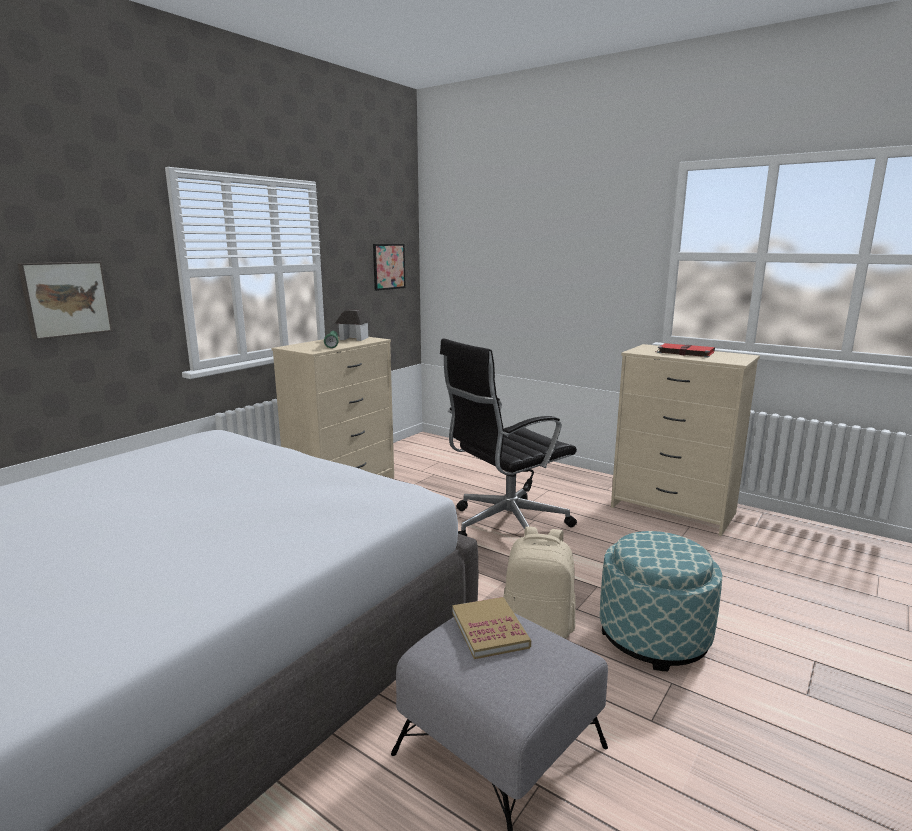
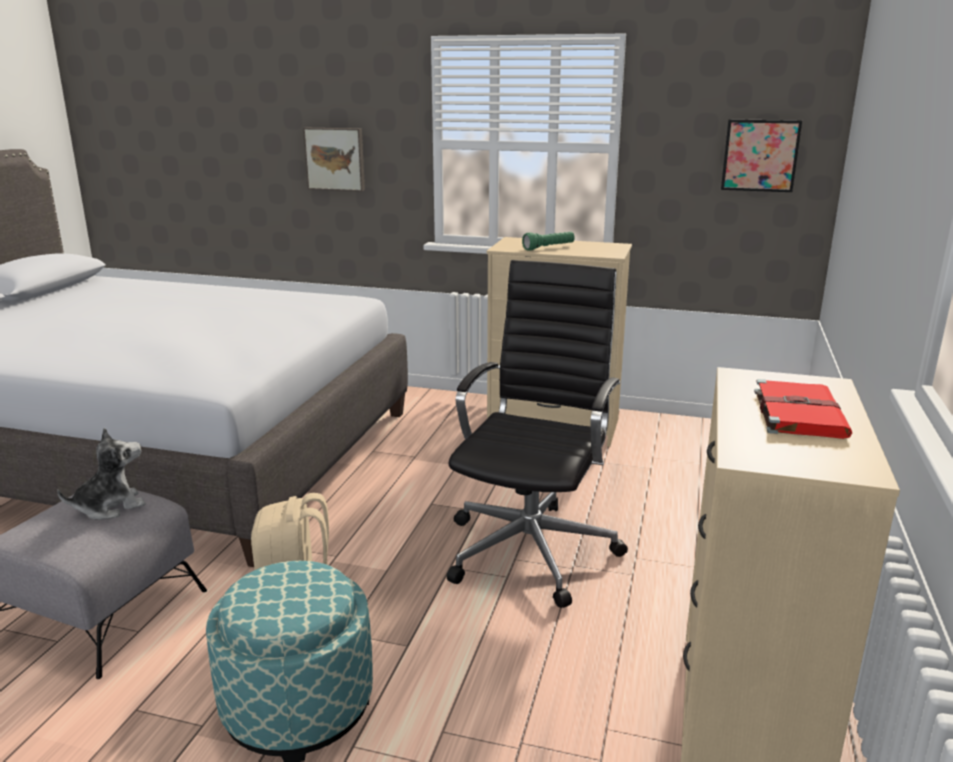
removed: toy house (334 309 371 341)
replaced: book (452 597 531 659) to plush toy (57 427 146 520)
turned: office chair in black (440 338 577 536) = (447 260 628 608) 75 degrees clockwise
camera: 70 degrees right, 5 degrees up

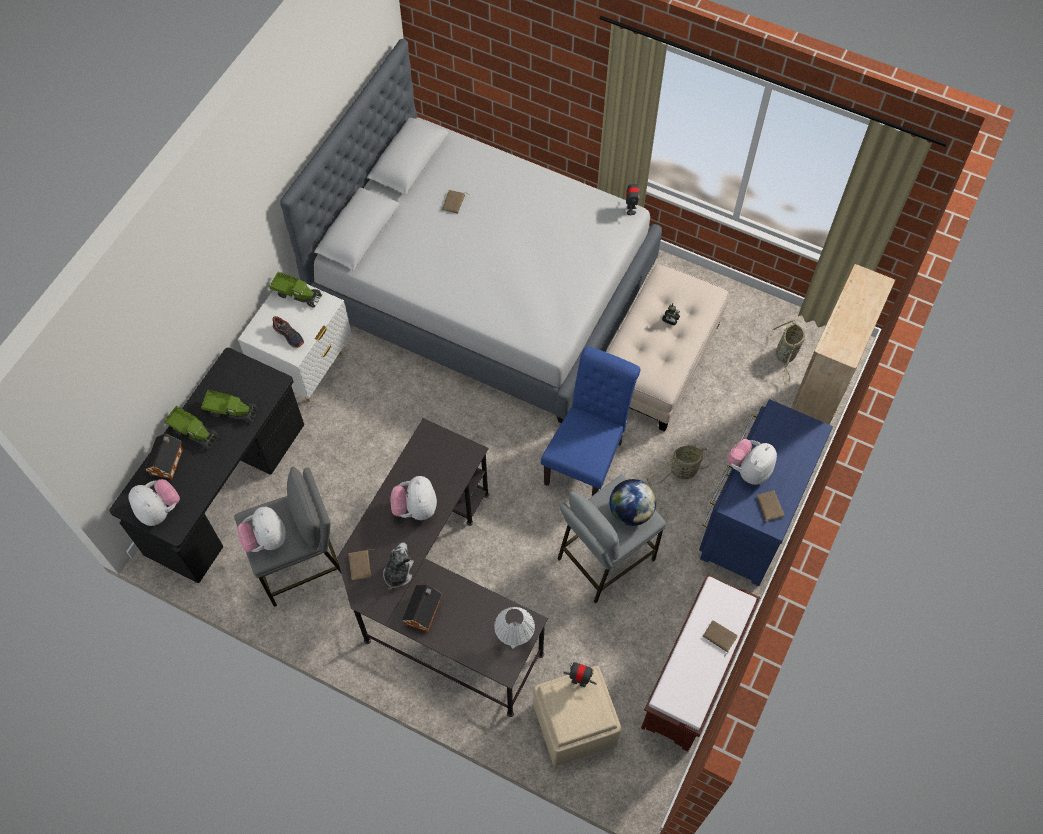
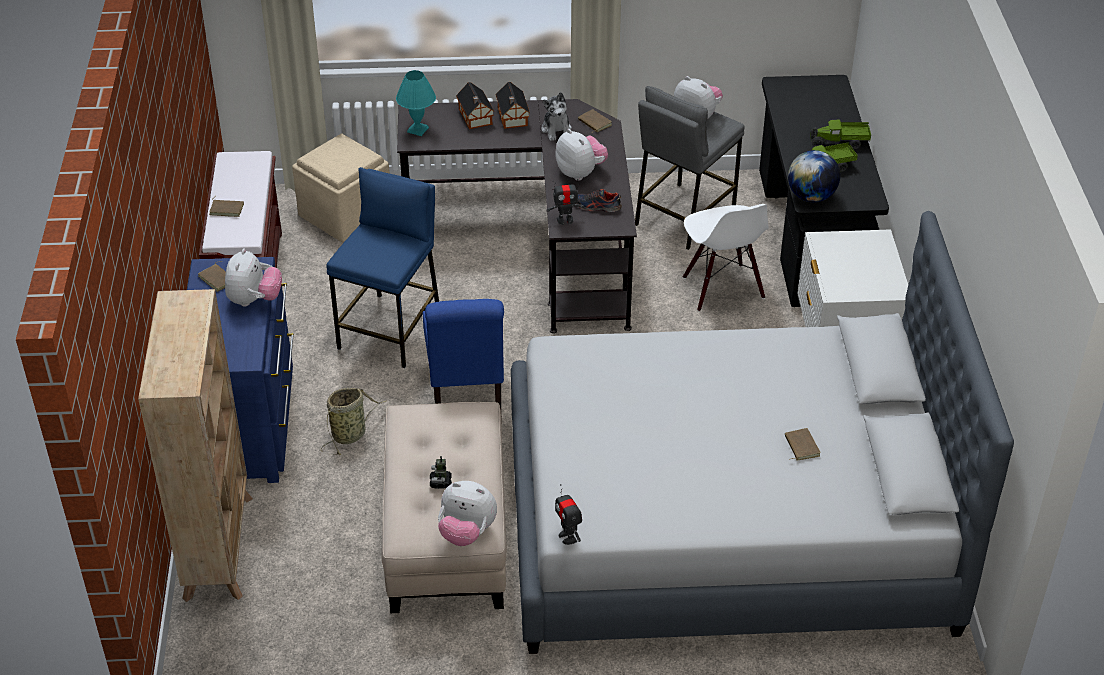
removed: toy truck (269 272 322 307); basket (772 319 805 385)
added: chair in white (683 204 769 311)
moved: shoe (272 316 304 348) to (576 189 622 212); toy house (144 434 183 479) to (456 82 495 129); plush toy (128 479 180 526) to (438 481 497 546); globe (610 479 656 526) to (788 150 840 202); toy robot (563 662 597 687) to (546 179 584 225)
recoloured: stool in grey (558 474 666 604) to stool in blue (326 167 439 368); table lamp in white (494 607 535 649) to table lamp in turquoise (396 70 436 136)
camera: 150 degrees right, 20 degrees down

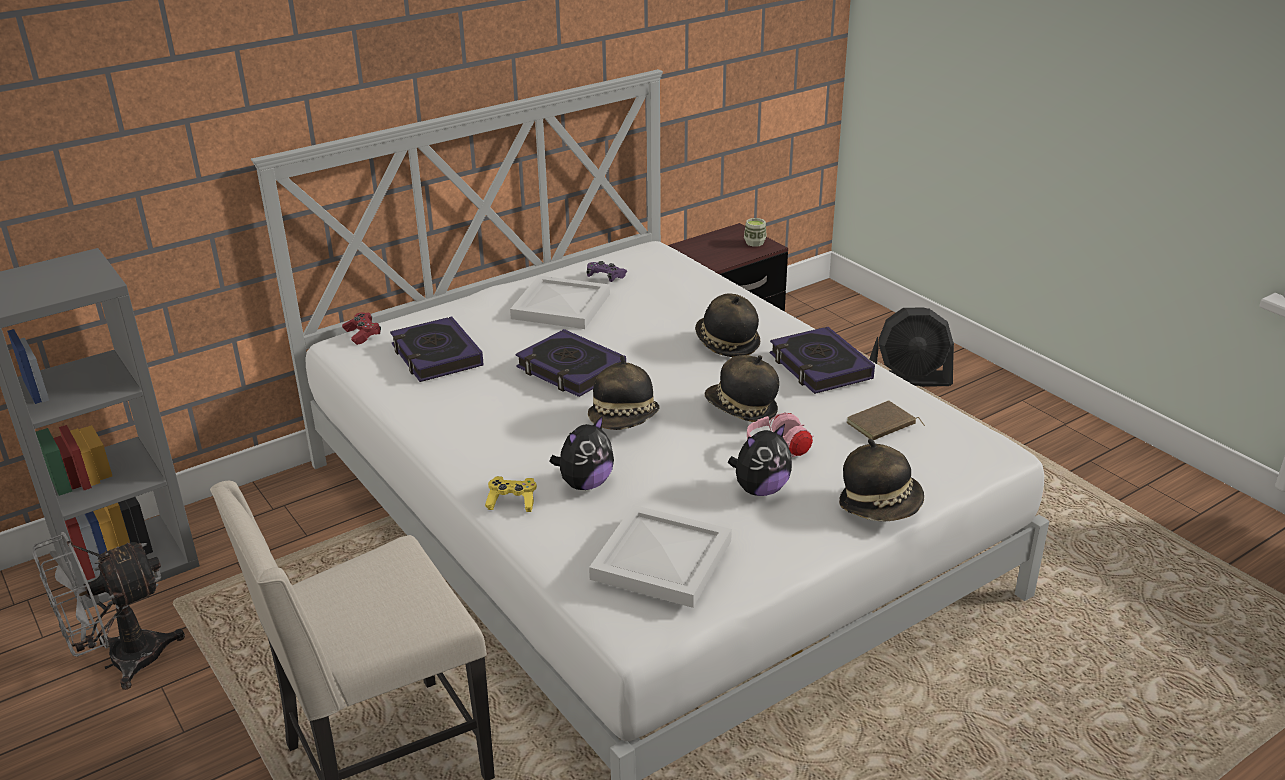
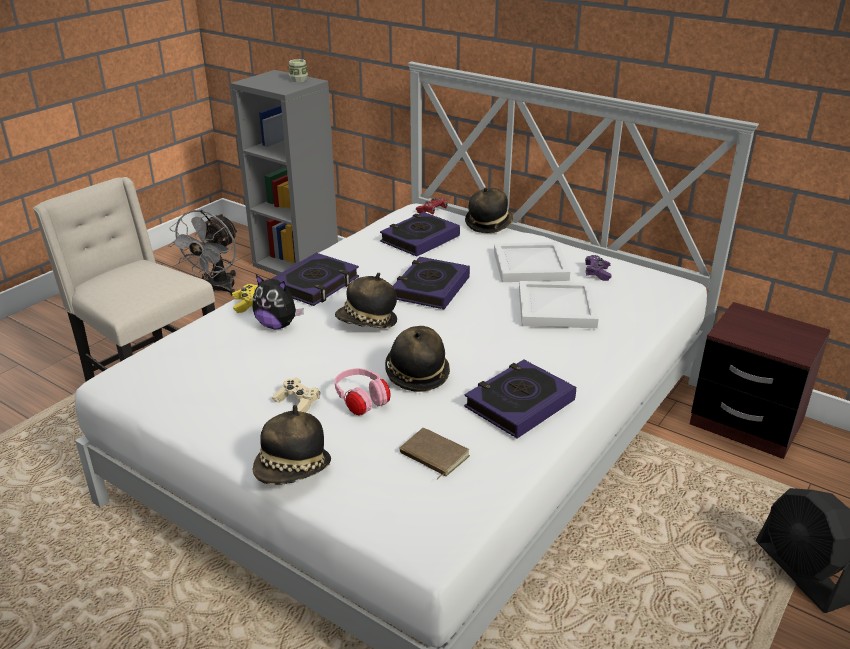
added: book (271 253 359 306)
moved: cup (744 218 767 247) to (289 59 308 82); hat (695 293 760 357) to (465 187 513 233); tray in white (589 505 732 608) to (519 281 599 328)
replaced: plush toy (728 424 792 496) to game controller in beige (272 378 320 413)
turned: fan in grey (32 532 185 690) = (168 210 238 296) 105 degrees counterclockwise
camera: 70 degrees right, 0 degrees up

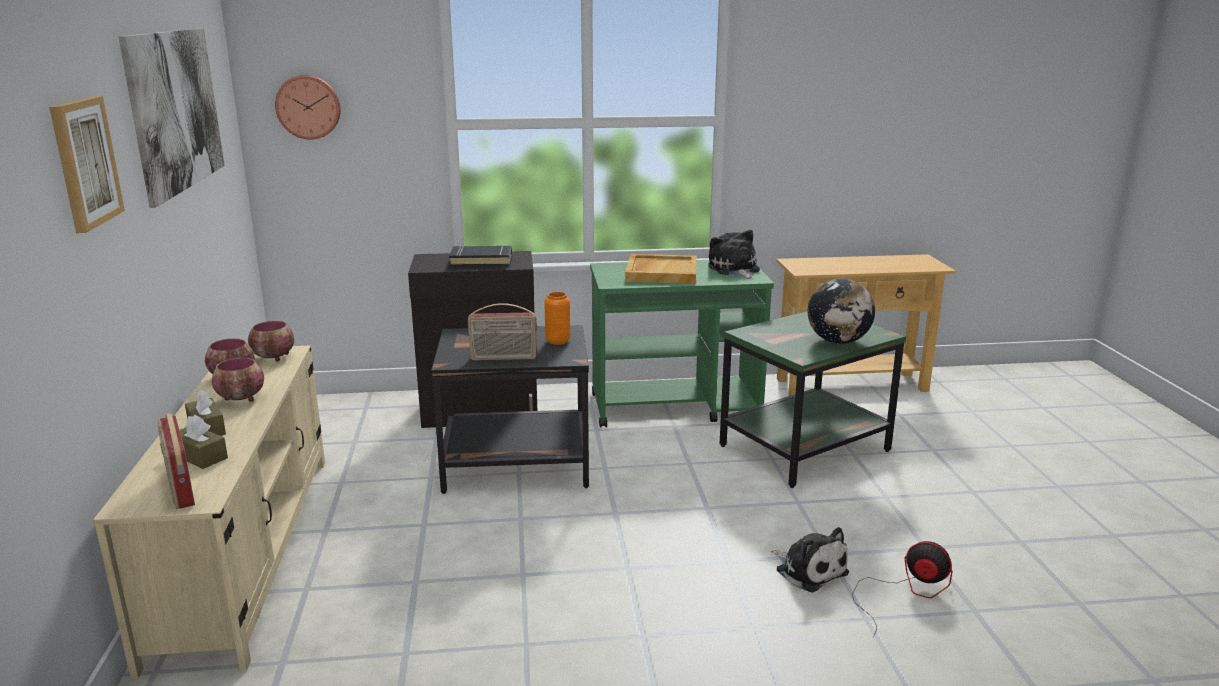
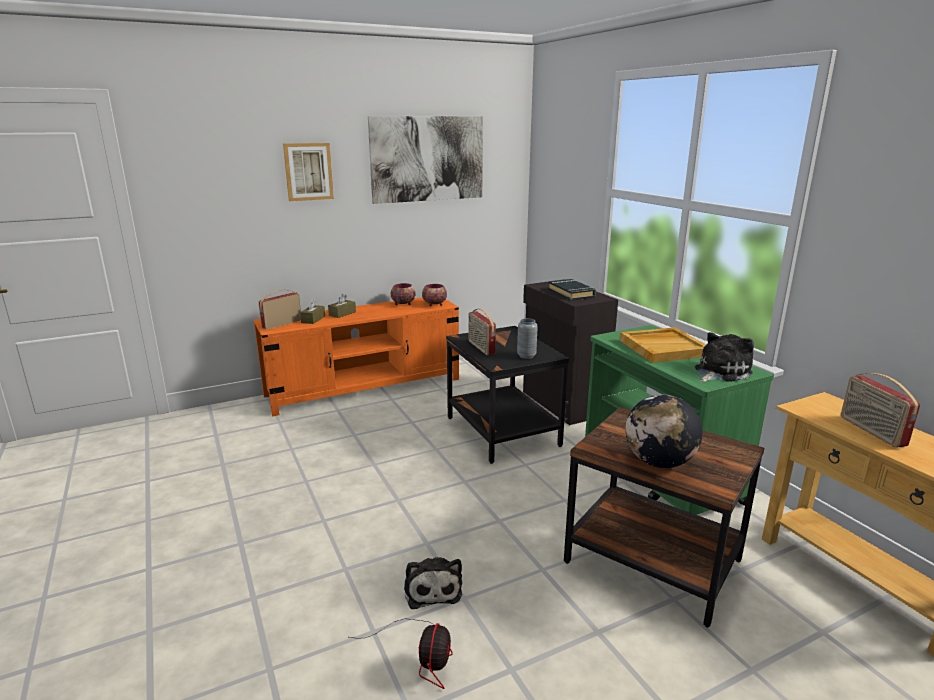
removed: wall clock (275 75 341 139); bowl (212 358 264 402)
added: radio (841 373 920 448)
recoloured: vase in orange (544 292 570 345) to vase in grey (517 318 538 359); side table in green (720 311 906 488) to side table in brown (564 407 764 627); tv stand in beige (93 346 325 679) to tv stand in orange (254 297 459 416)
turned: plush toy (771 527 849 593) = (404 557 462 609) 45 degrees counterclockwise
camera: 70 degrees right, 0 degrees up

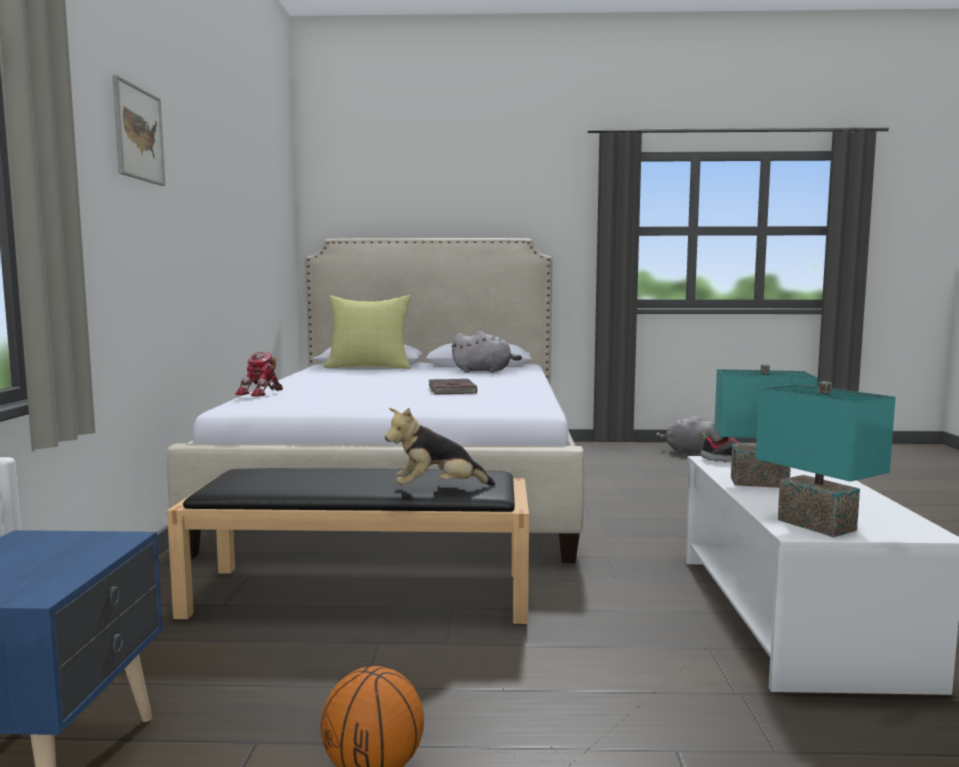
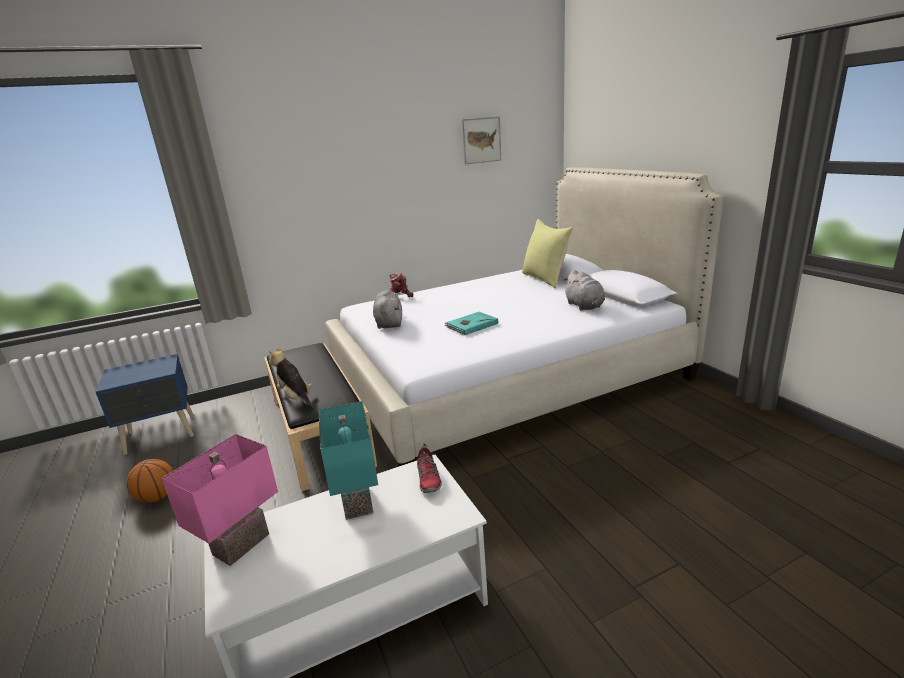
moved: picture (112 75 165 186) to (462 116 501 165); plush toy in grey (655 416 723 454) to (373 290 402 329)
recoloured: book in brown (429 379 477 395) to book in turquoise (445 312 498 335); table lamp in turquoise (756 382 896 537) to table lamp in pink (161 434 278 566)
camera: 65 degrees right, 15 degrees up

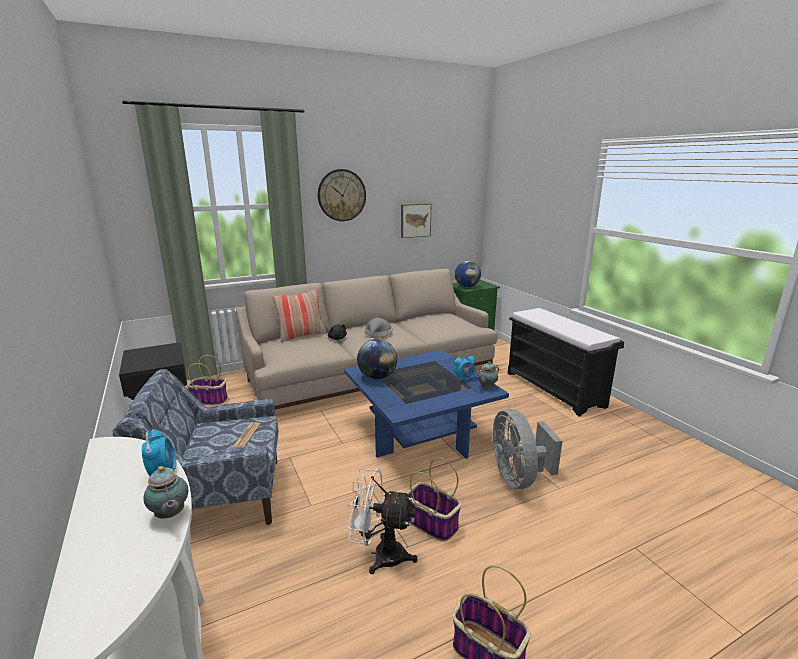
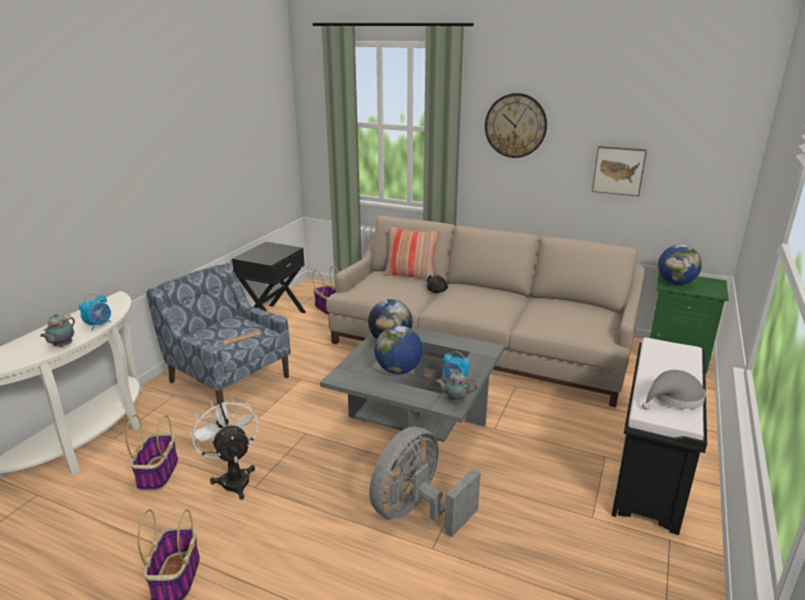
added: globe (374 325 423 374)
moved: hat in grey (365 318 392 340) to (642 370 706 410); basket (407 457 461 542) to (125 415 178 491)
recoloured: coffee table in blue (344 350 509 459) to coffee table in grey (320 327 505 464)
camera: 50 degrees right, 5 degrees up

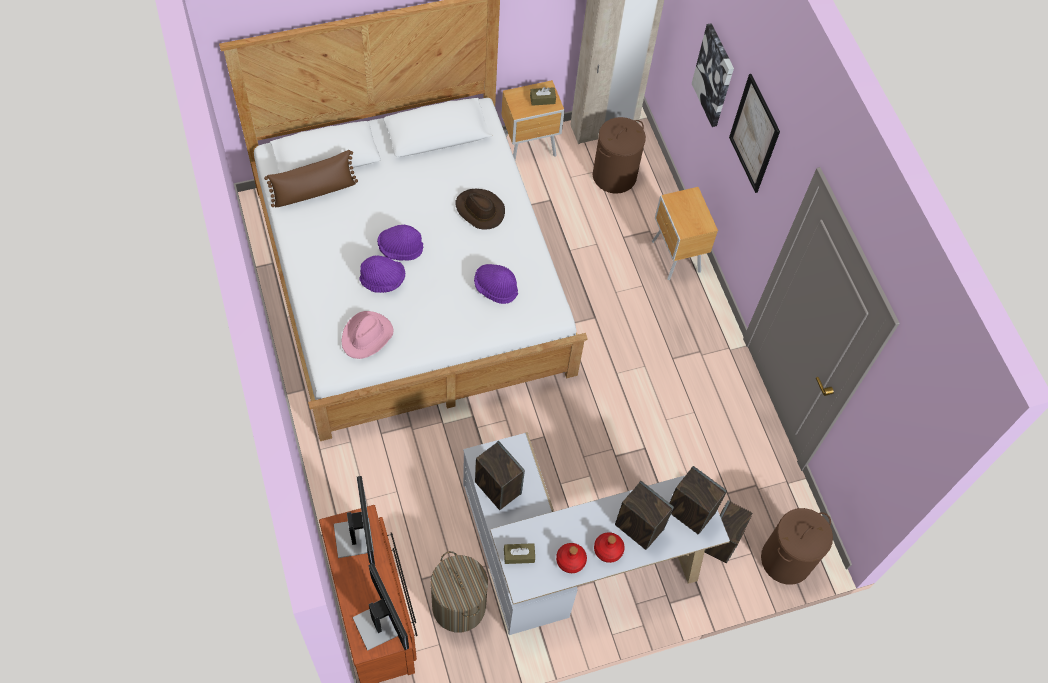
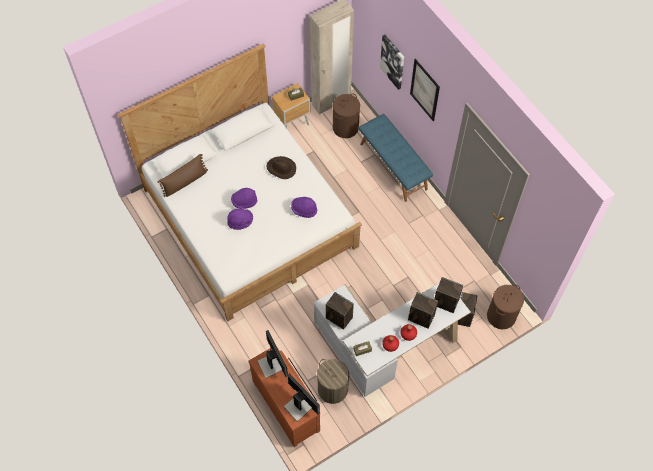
removed: hat in pink (342 311 393 359)
replaced: nightstand in brown (652 187 718 280) to bench in blue (359 114 433 202)
camera: 10 degrees left, 0 degrees up

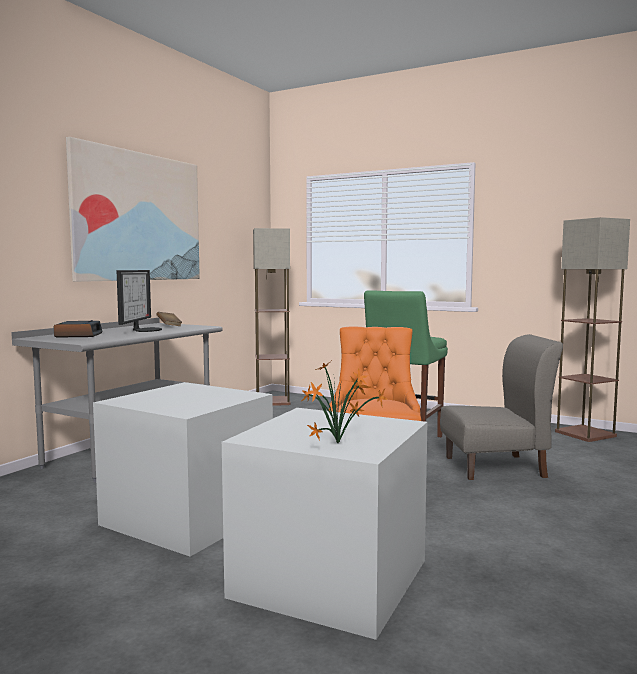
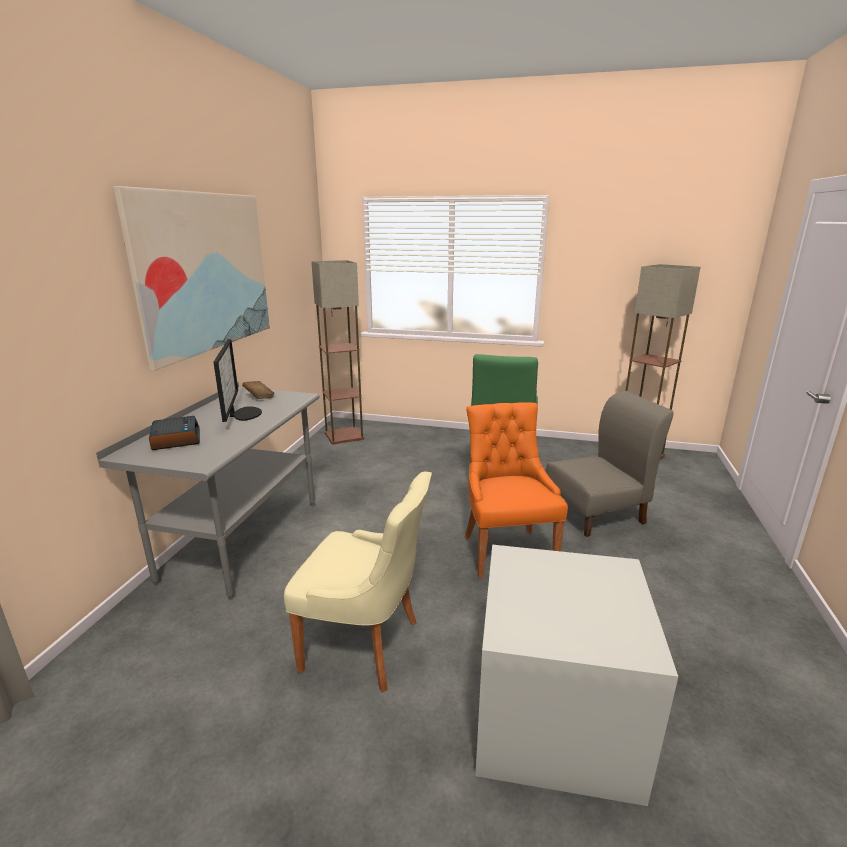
removed: potted plant (302 361 388 443)
replaced: storage box in grey (93 382 273 557) to chair in beige (284 471 432 692)
camera: 15 degrees left, 15 degrees up

